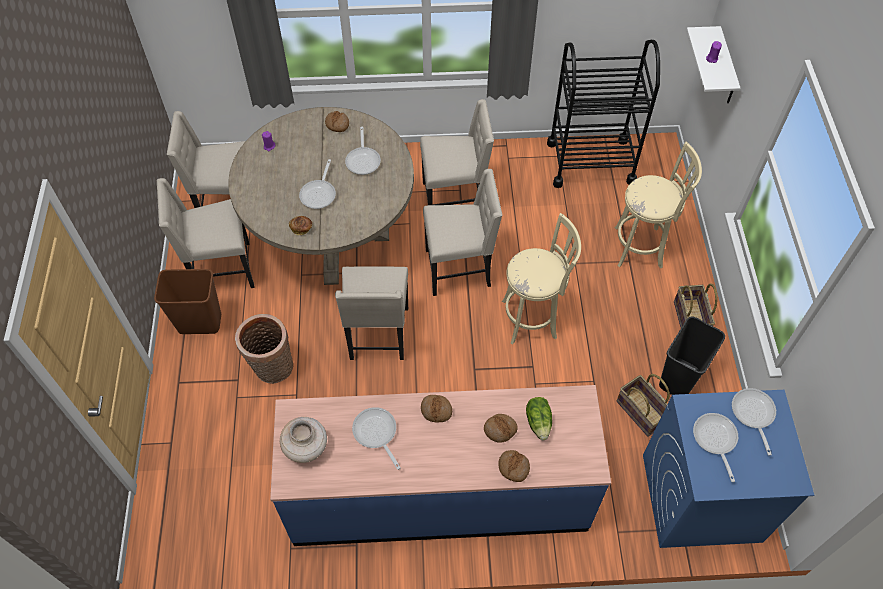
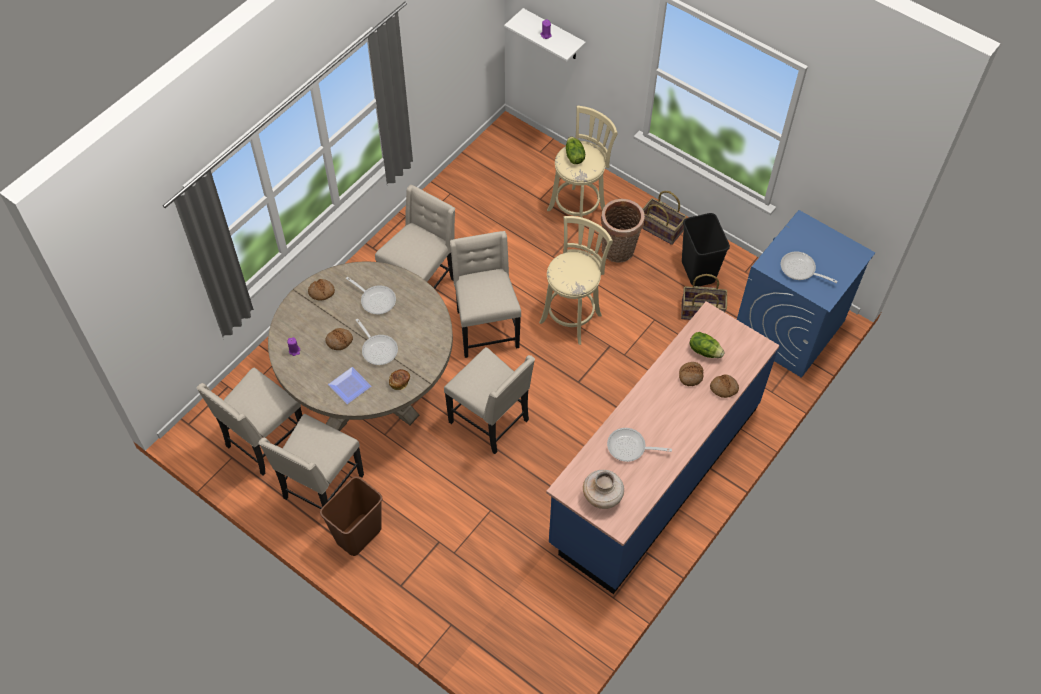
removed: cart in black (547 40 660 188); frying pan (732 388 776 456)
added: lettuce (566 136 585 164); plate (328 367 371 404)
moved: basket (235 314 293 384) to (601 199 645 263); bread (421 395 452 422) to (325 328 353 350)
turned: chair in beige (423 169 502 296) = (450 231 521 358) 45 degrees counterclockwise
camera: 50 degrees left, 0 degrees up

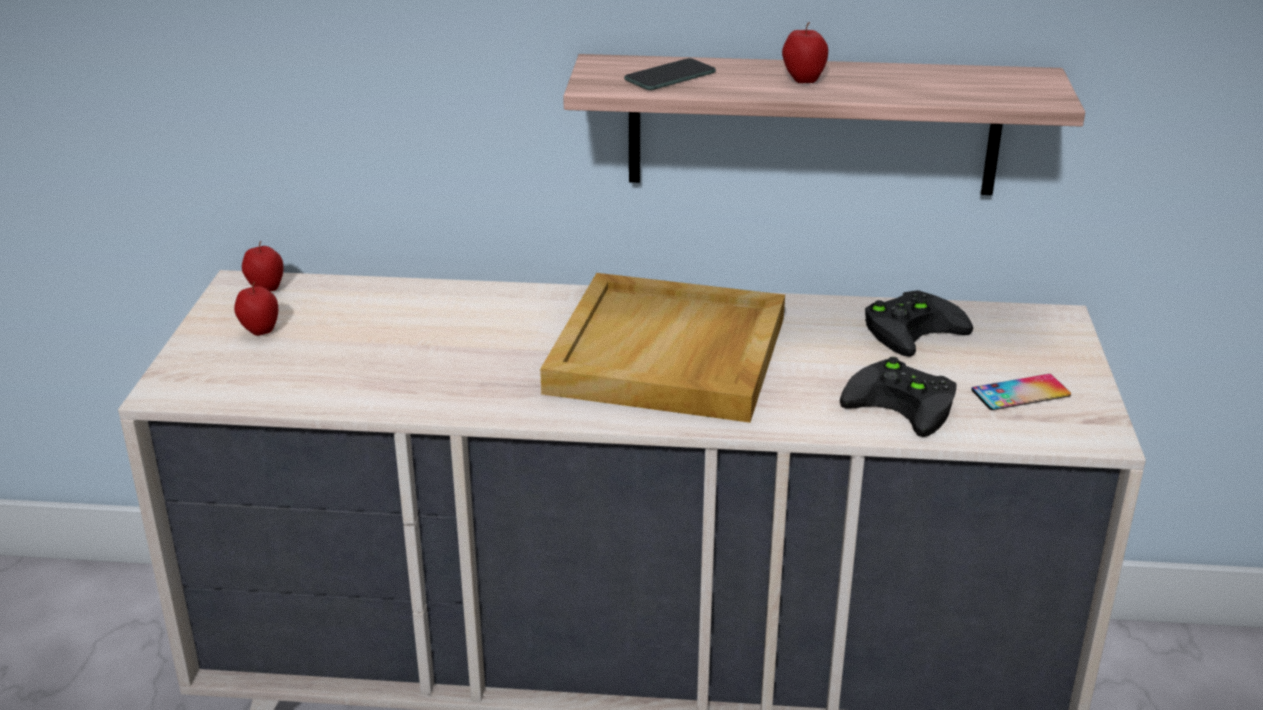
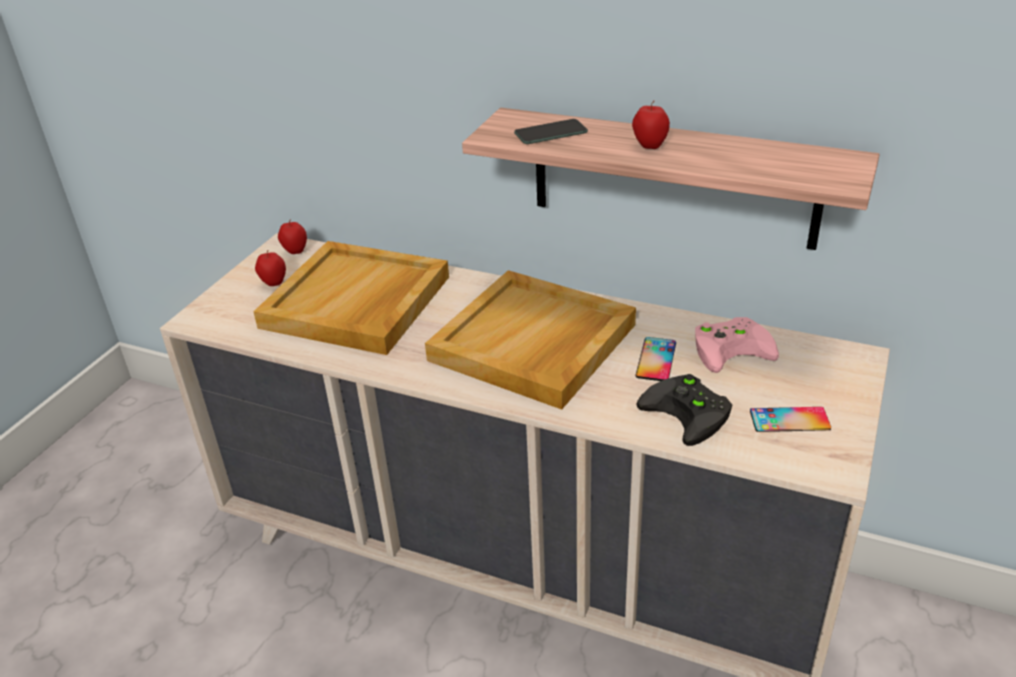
added: tray in beige (254 241 449 355); phone (635 337 676 381)
recoloured: game controller in black (865 290 973 357) to game controller in pink (695 317 779 373)
camera: 20 degrees right, 5 degrees up

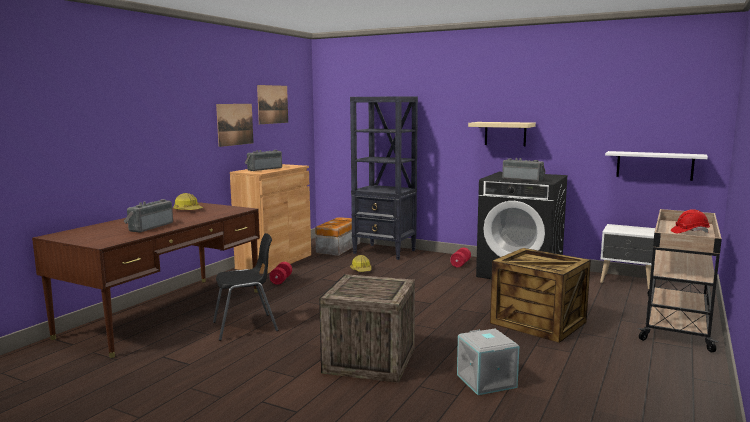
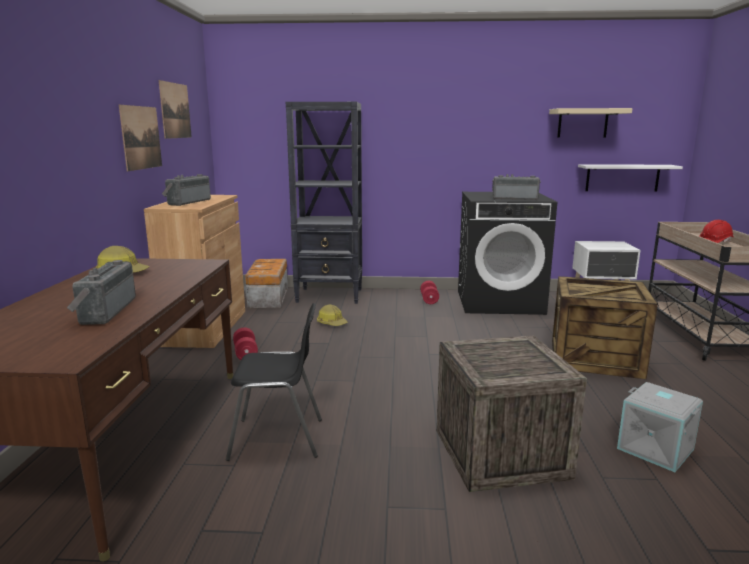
moved: shelf in beige (468 122 536 146) to (549 108 633 137)
turned: chair in black (213 233 278 341) = (226 303 322 461) 45 degrees clockwise
camera: 25 degrees left, 5 degrees up

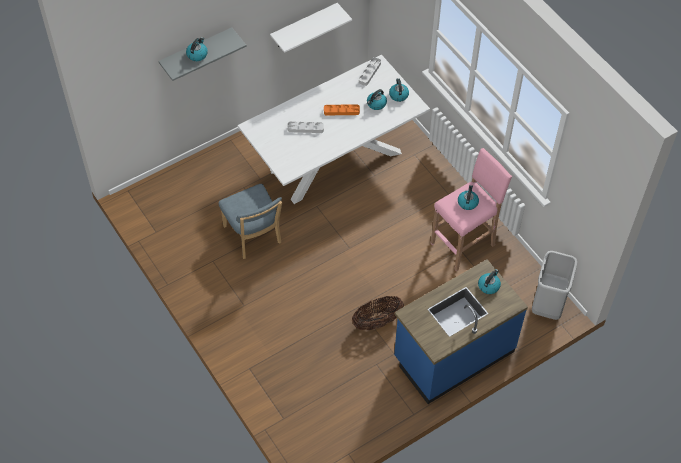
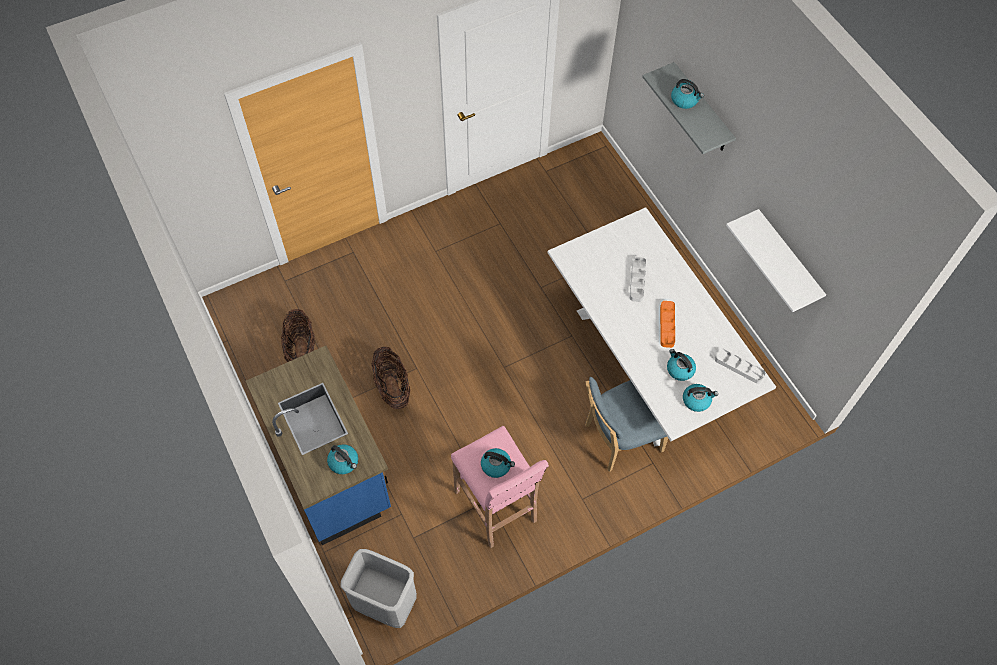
added: basket (281 309 315 362)
moved: chair in blue (219 184 282 259) to (585 377 668 472)
camera: 95 degrees right, 5 degrees up

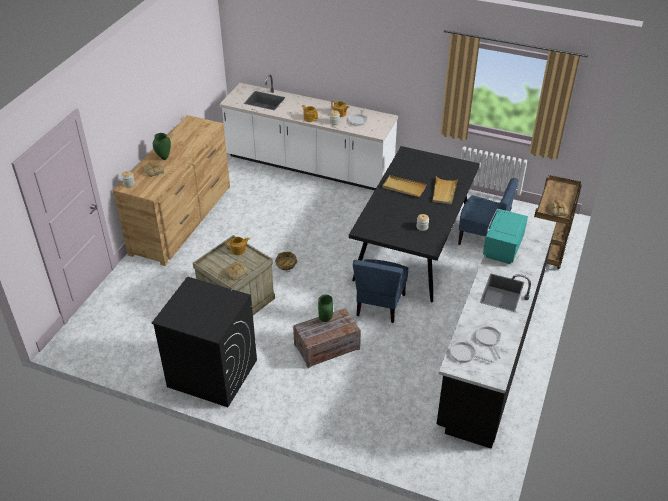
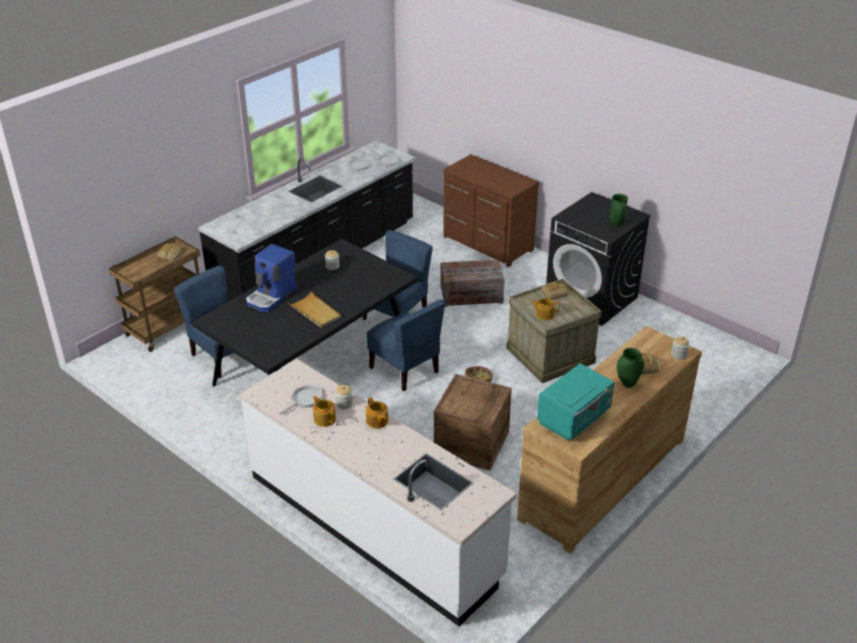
added: dresser in brown (443 154 539 267); chair in blue (367 299 445 391); crate (434 374 512 471)
moved: microwave in turquoise (483 209 528 264) to (537 363 614 440); vase in green (318 295 333 322) to (610 194 628 227)
replaced: tray in beige (433 176 458 205) to coffee machine (246 244 298 312)
camera: 160 degrees left, 5 degrees down

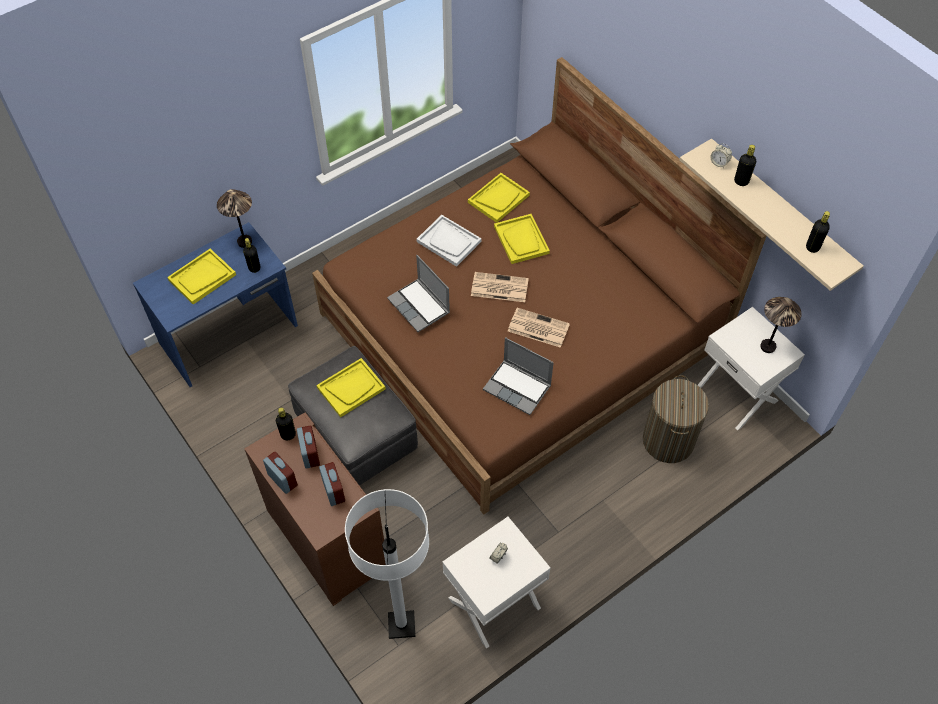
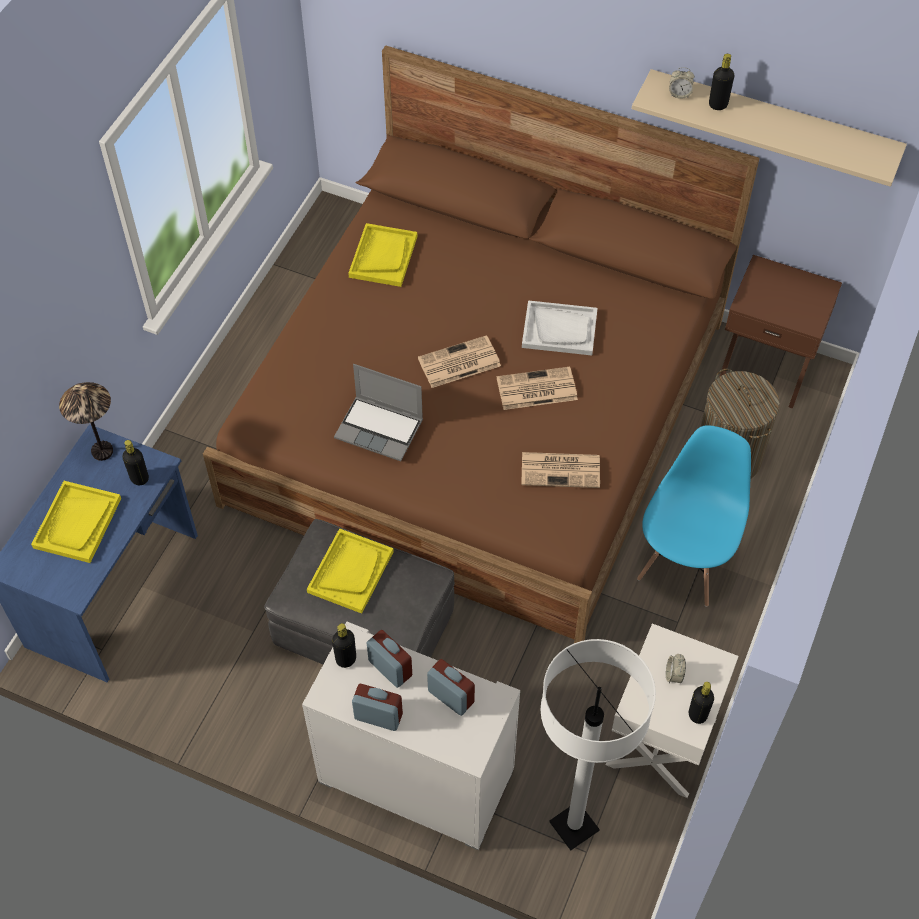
removed: tray in yellow (494 214 550 264); table lamp (761 297 802 353)
added: chair in blue (637 425 751 607)
moved: bottle in black (806 211 830 253) to (689 682 714 724); tray in white (417 215 482 267) to (522 300 598 355)
replaced: laptop (483 337 554 415) to newspaper (521 452 600 488)
recoloured: nightstand in white (698 307 805 430) to nightstand in brown (719 255 842 409); dresser in brown (244 412 386 606) to dresser in white (302 622 520 850)
camera: 30 degrees left, 0 degrees up

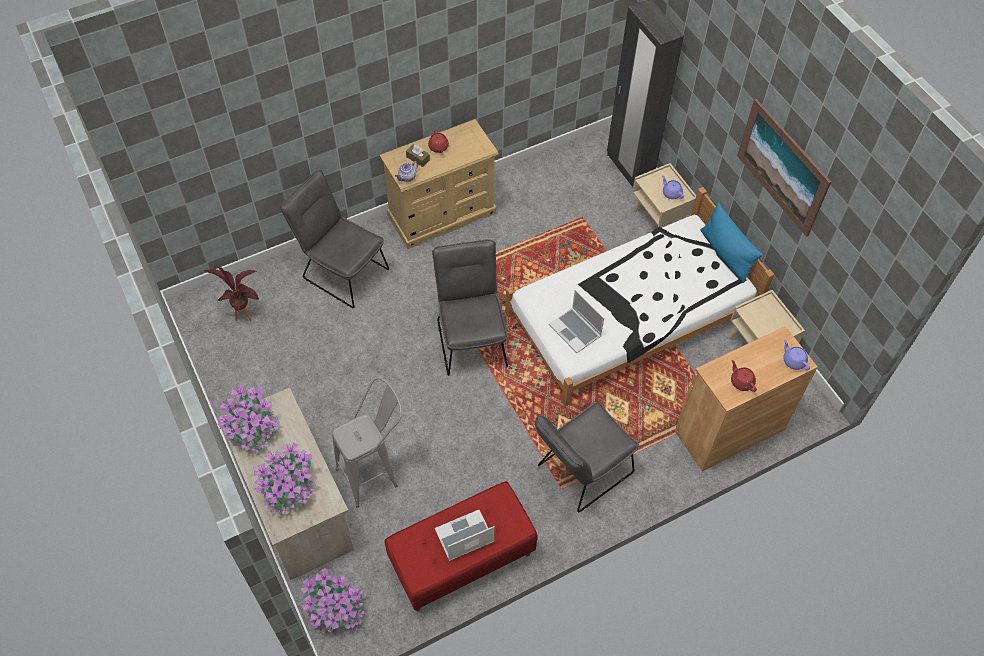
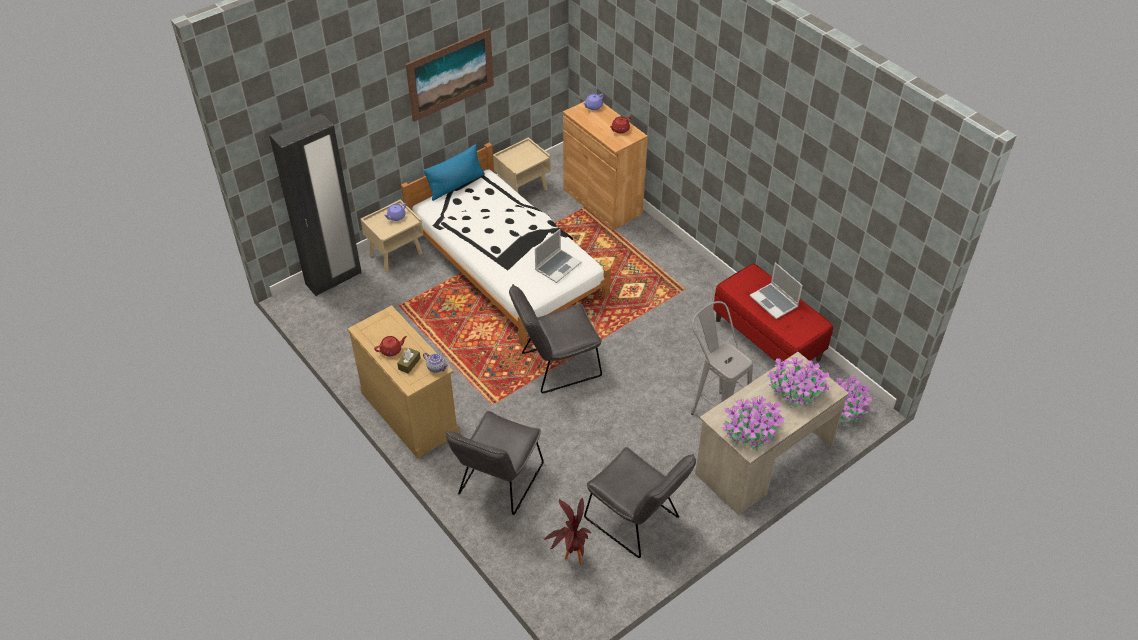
moved: chair in grey (535 401 639 512) to (584 447 696 558)
camera: 100 degrees left, 10 degrees down

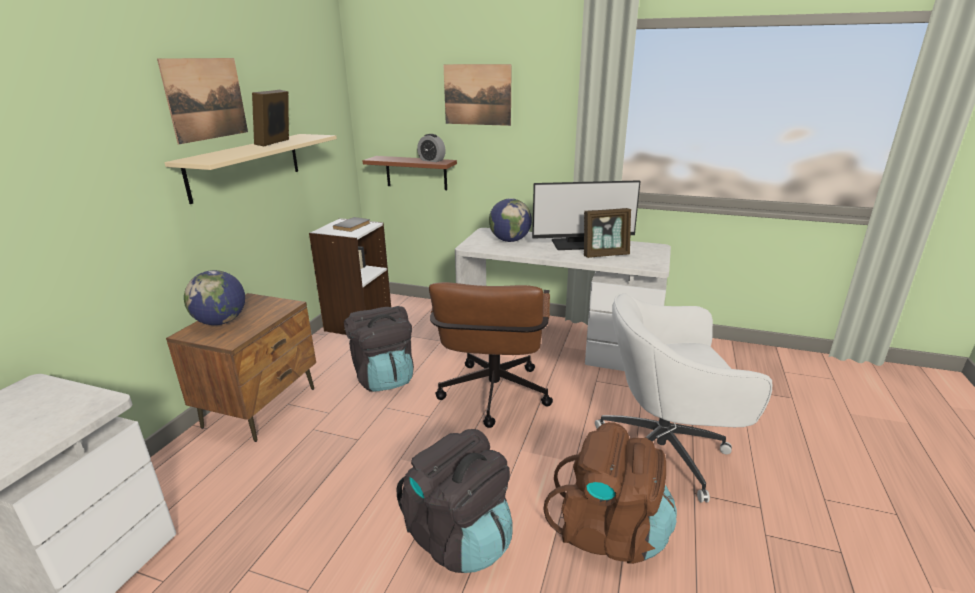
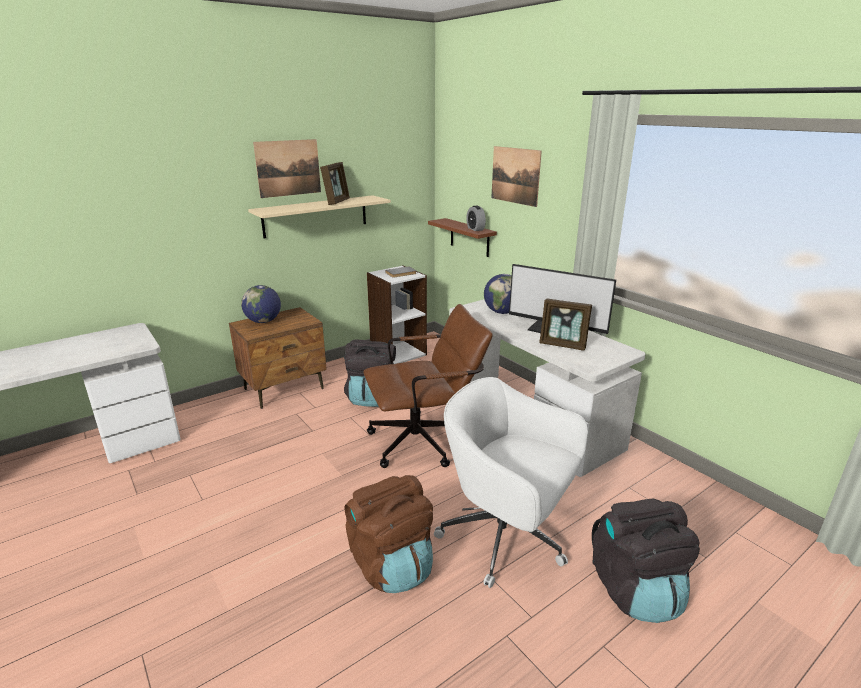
moved: backpack in black (396 429 513 573) to (592 498 700 623)
turned: picture frame (252 90 289 146) = (320 162 350 205) 150 degrees clockwise; office chair in brown (429 282 553 428) = (363 304 493 468) 150 degrees counterclockwise
camera: 35 degrees right, 0 degrees up

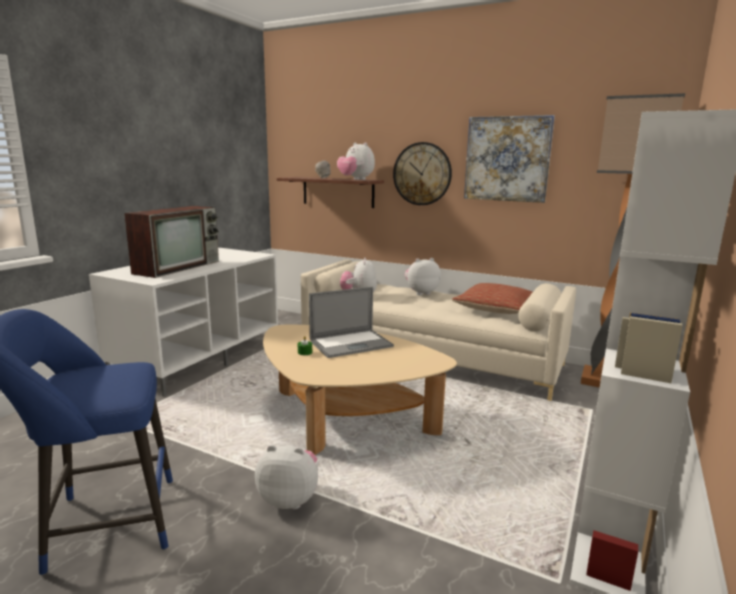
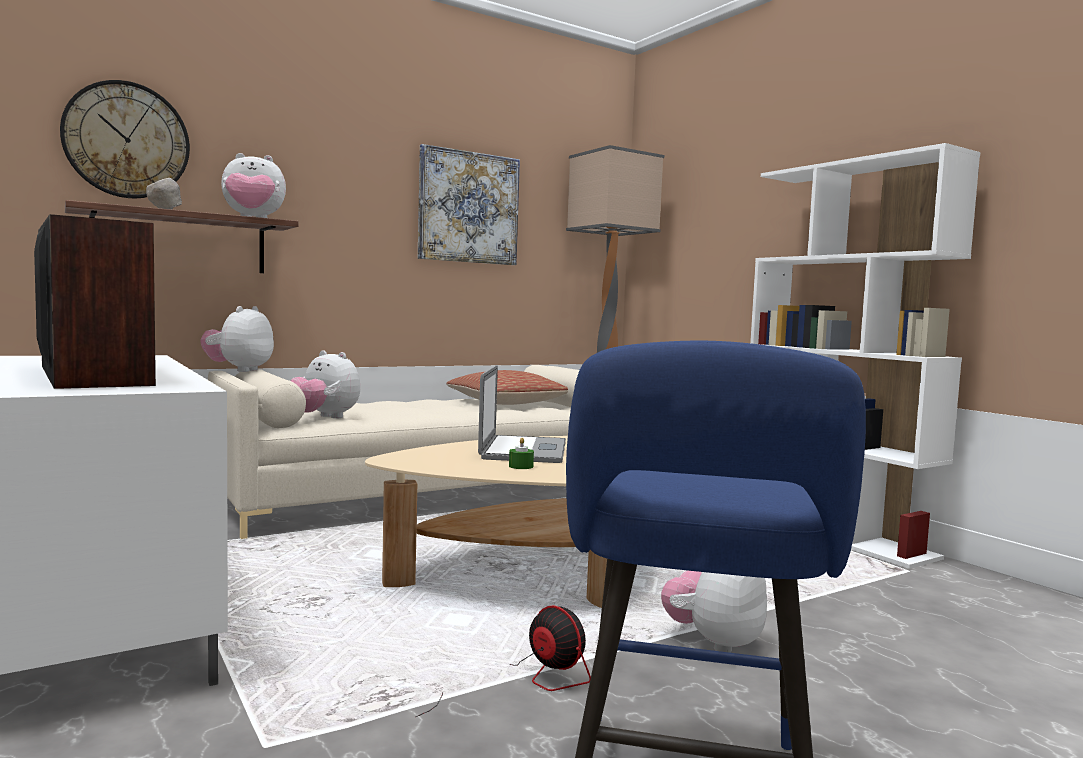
added: fan (415 605 591 717)
moved: wall clock (393 142 452 205) to (60 80 190 198); plush toy (405 258 441 295) to (200 306 274 372)
camera: 60 degrees left, 10 degrees down

